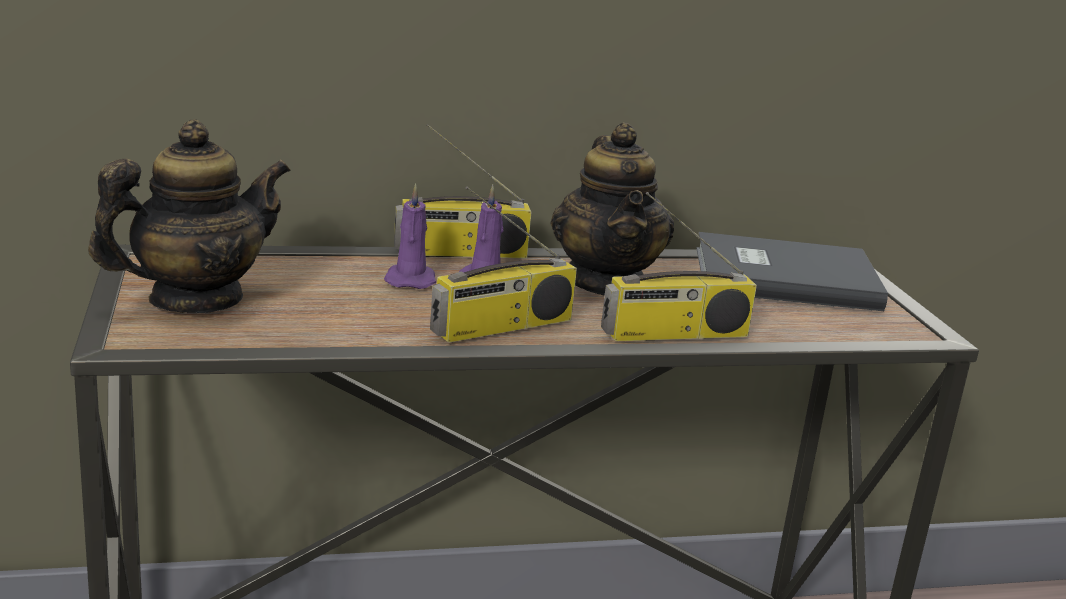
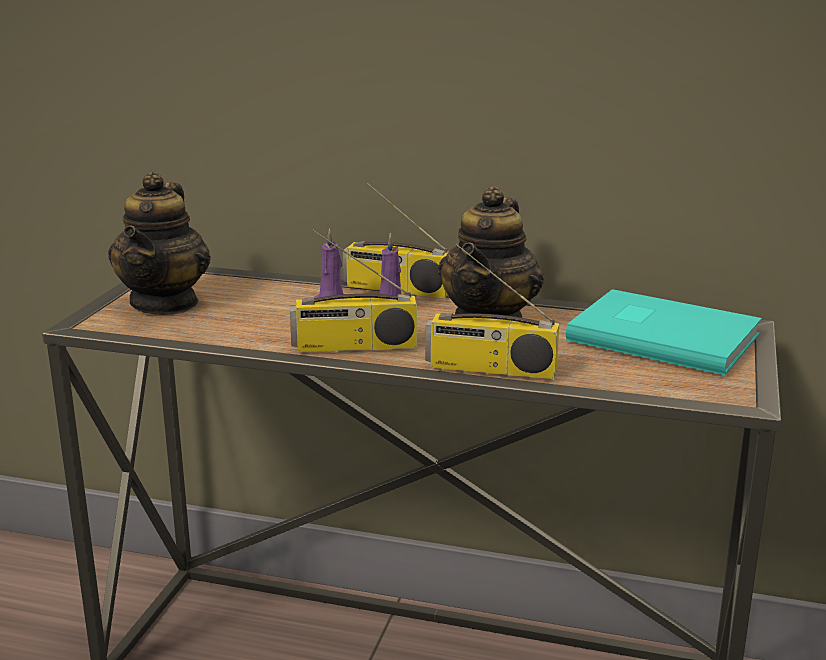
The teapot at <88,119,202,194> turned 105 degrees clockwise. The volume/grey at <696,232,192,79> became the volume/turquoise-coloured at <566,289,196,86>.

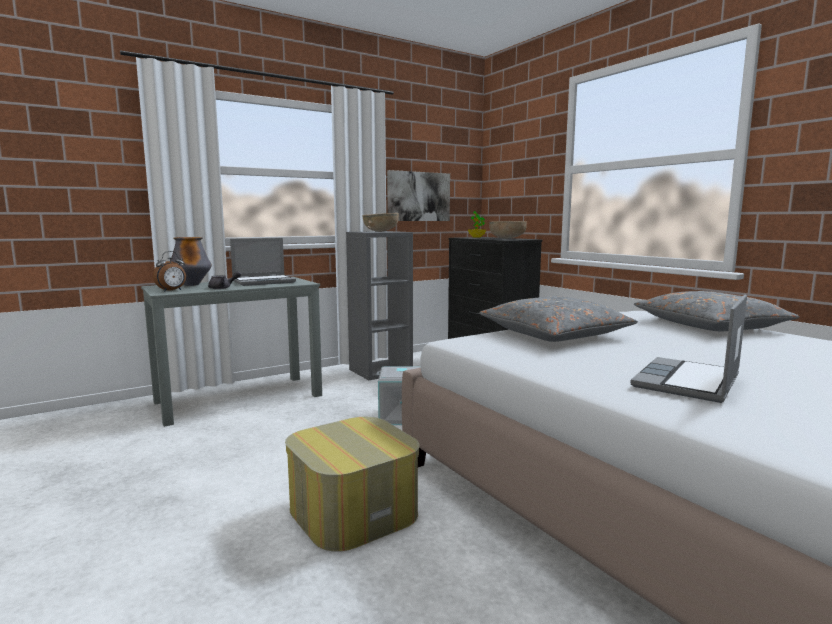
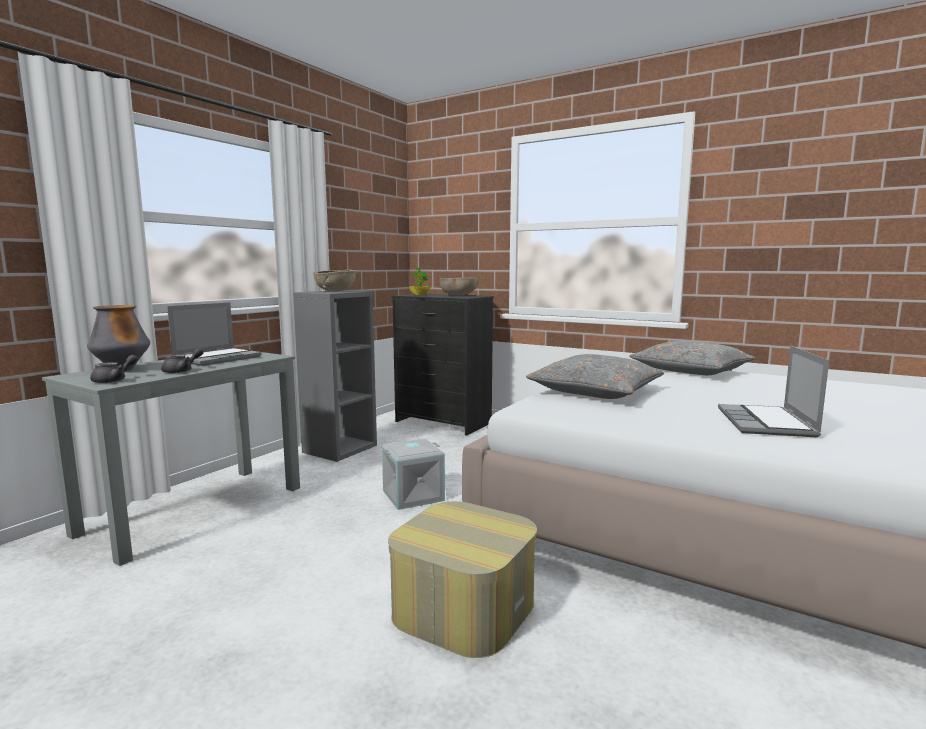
The table clock at <153,251,33,41> was replaced by the teapot/grey at <90,355,48,28>. The wall art at <387,170,63,51> disappeared.

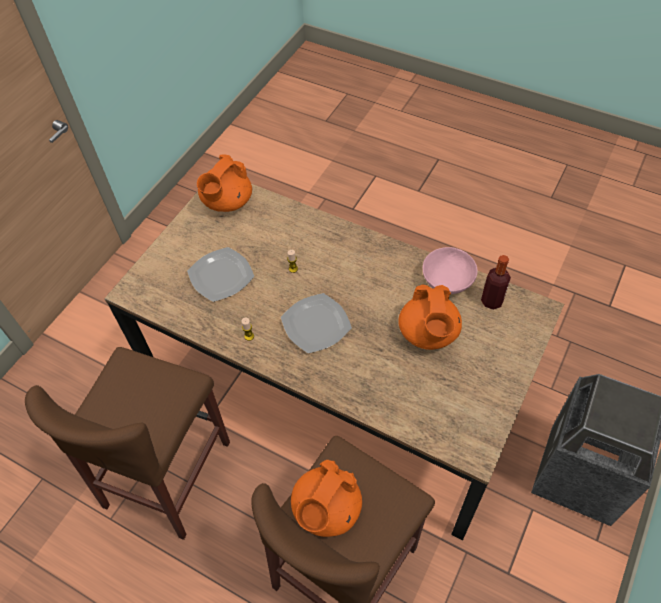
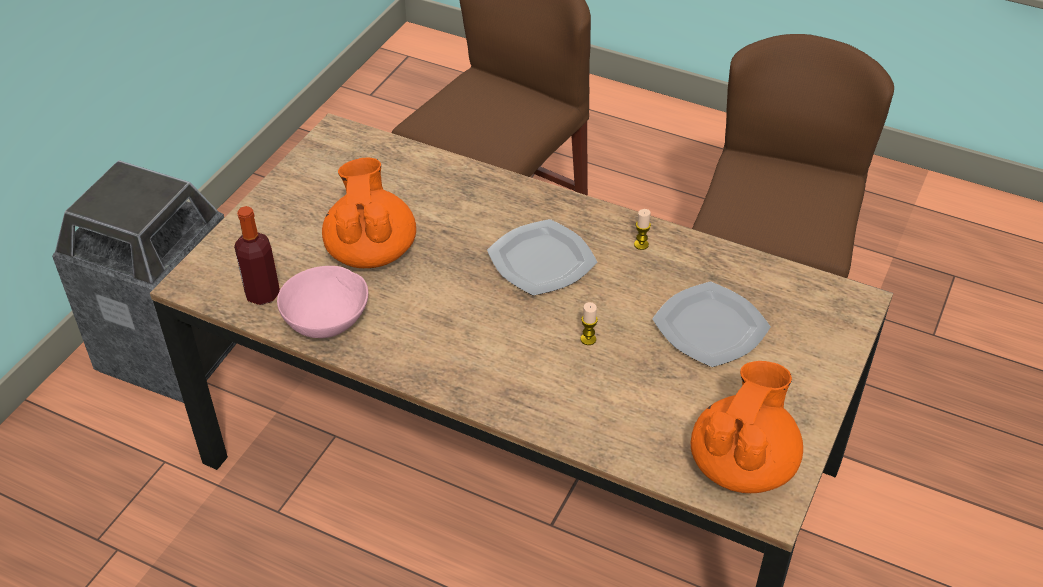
The teapot/orangey at <291,460,71,77> disappeared.

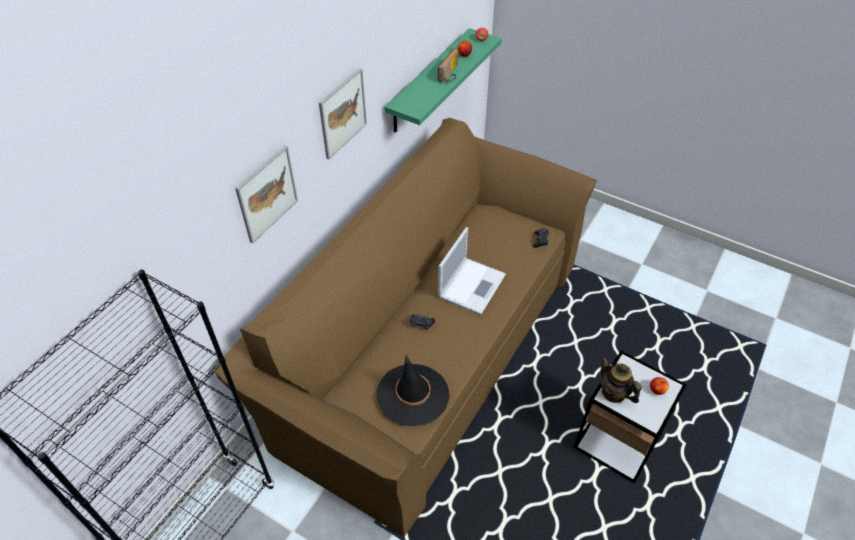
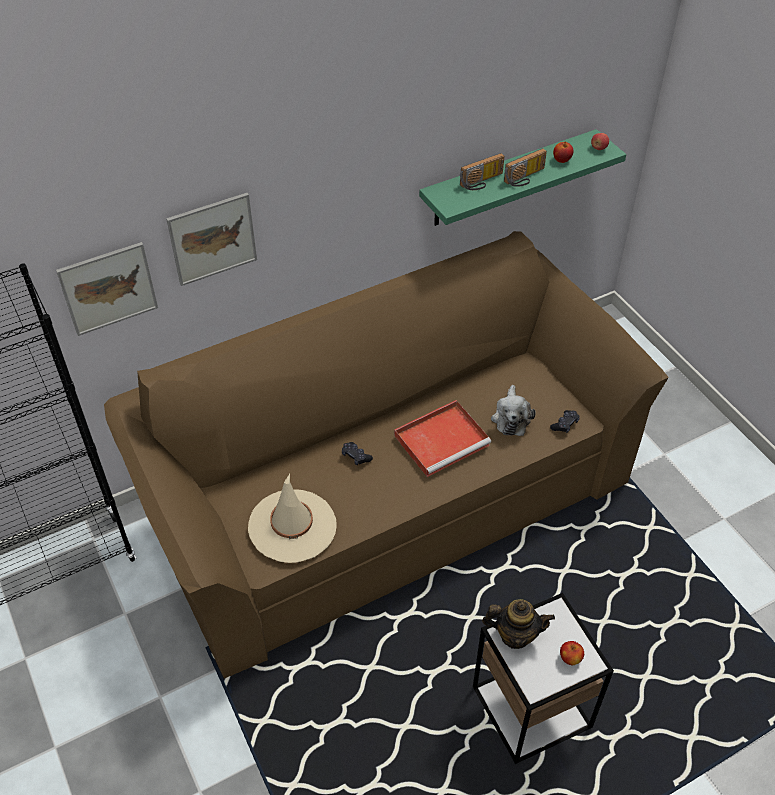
The wall art moved from <319,68,48,91> to <56,242,102,94>. The clothing hat/black-coloured at <376,354,73,72> became the clothing hat/beige-coloured at <248,474,89,89>. The notebook computer at <438,227,68,88> was replaced by the serving tray/red-coloured at <394,400,97,77>. The teapot at <601,356,41,47> turned 105 degrees clockwise. The radio receiver at <460,153,45,37> appeared. The plush toy at <491,385,45,51> appeared.

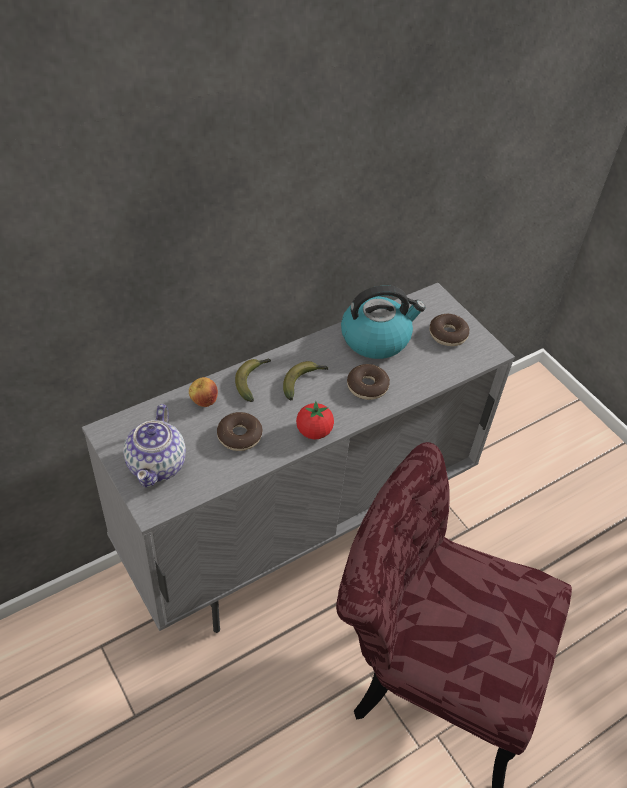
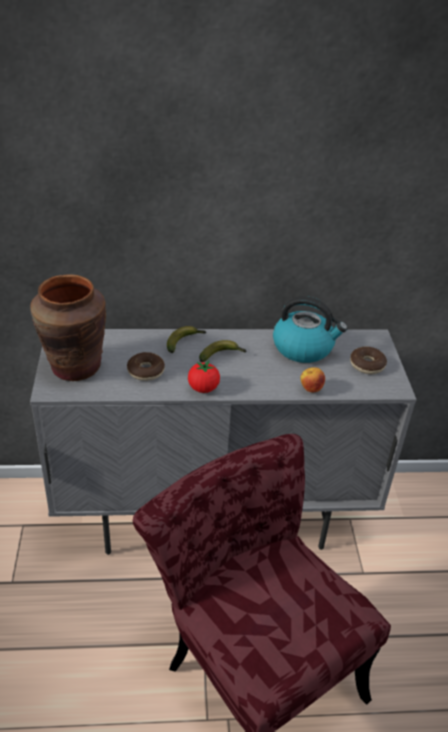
The teapot at <123,404,63,83> was replaced by the flower vase/brownish at <30,274,76,107>. The apple moved from <189,377,29,30> to <300,367,25,26>. The donut at <347,364,43,36> disappeared.

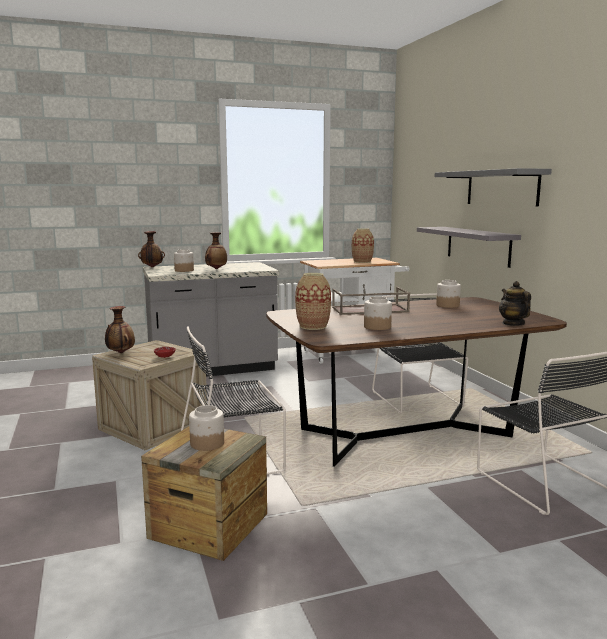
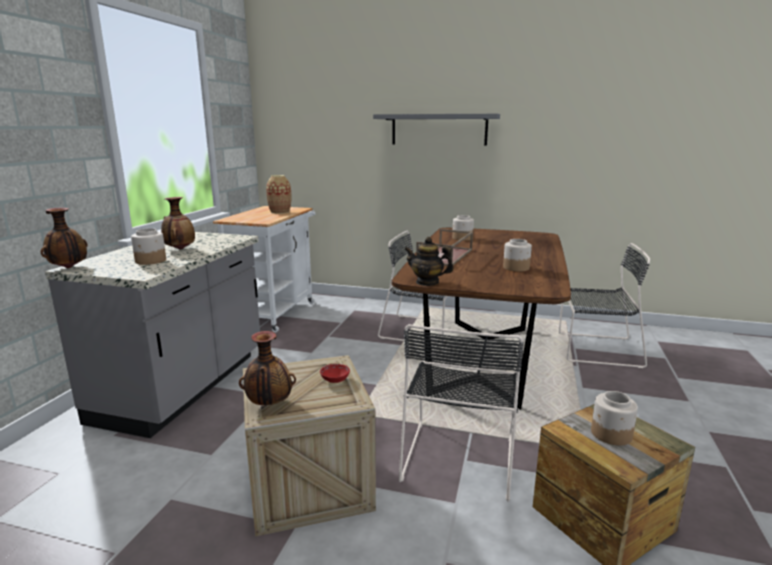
The flower vase at <295,273,36,57> disappeared. The bracket shelf/grey at <417,227,104,41> disappeared. The teapot moved from <499,281,32,45> to <404,237,50,49>.

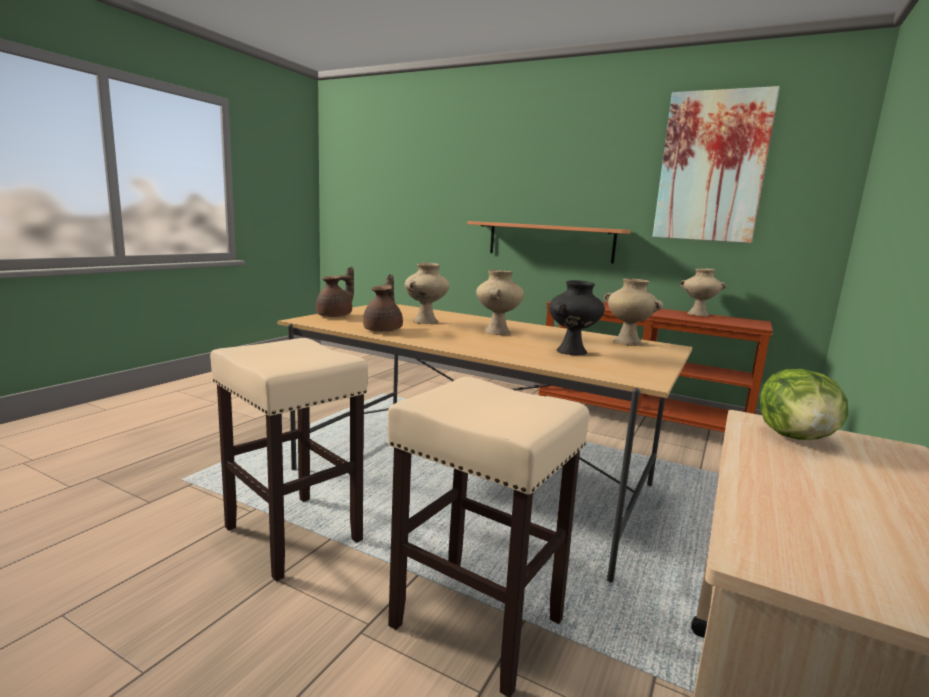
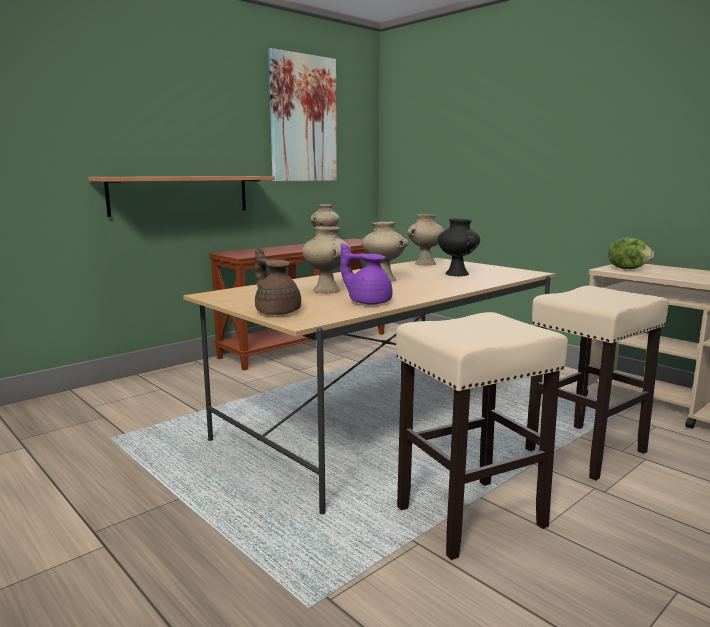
The teapot/brownish at <363,274,40,58> became the teapot/purple-coloured at <341,243,51,61>.

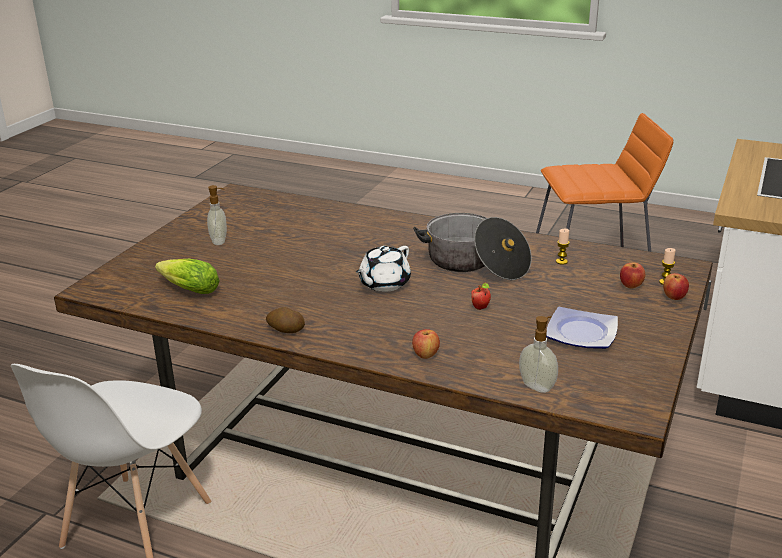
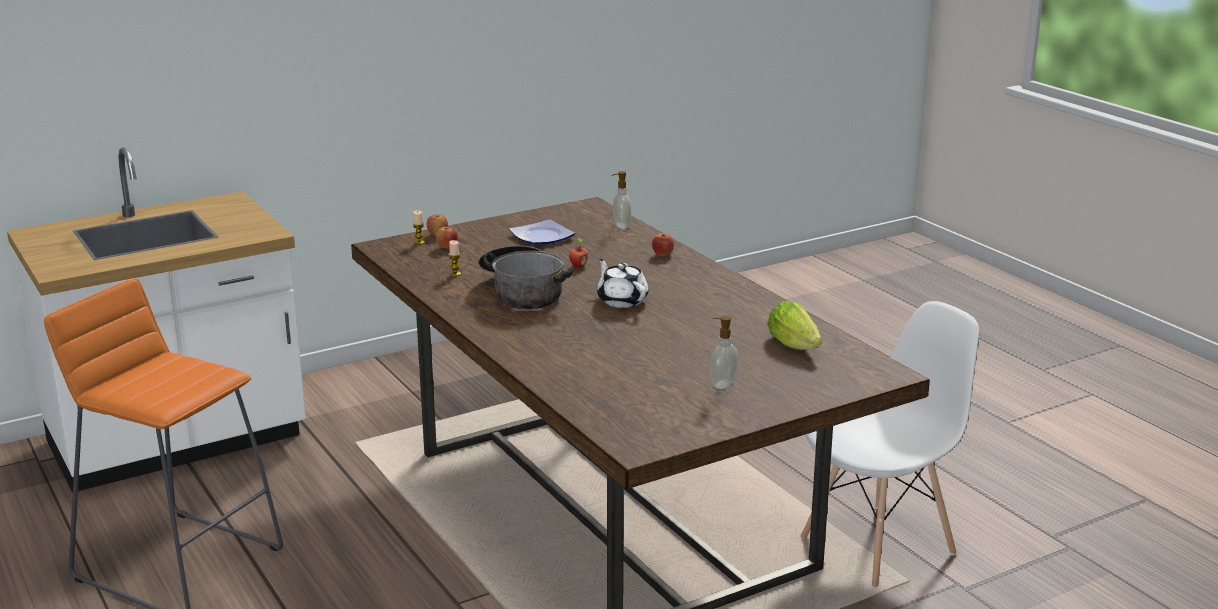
The spud at <266,307,39,26> disappeared. The teapot/white-coloured at <356,246,55,46> turned 105 degrees counterclockwise.

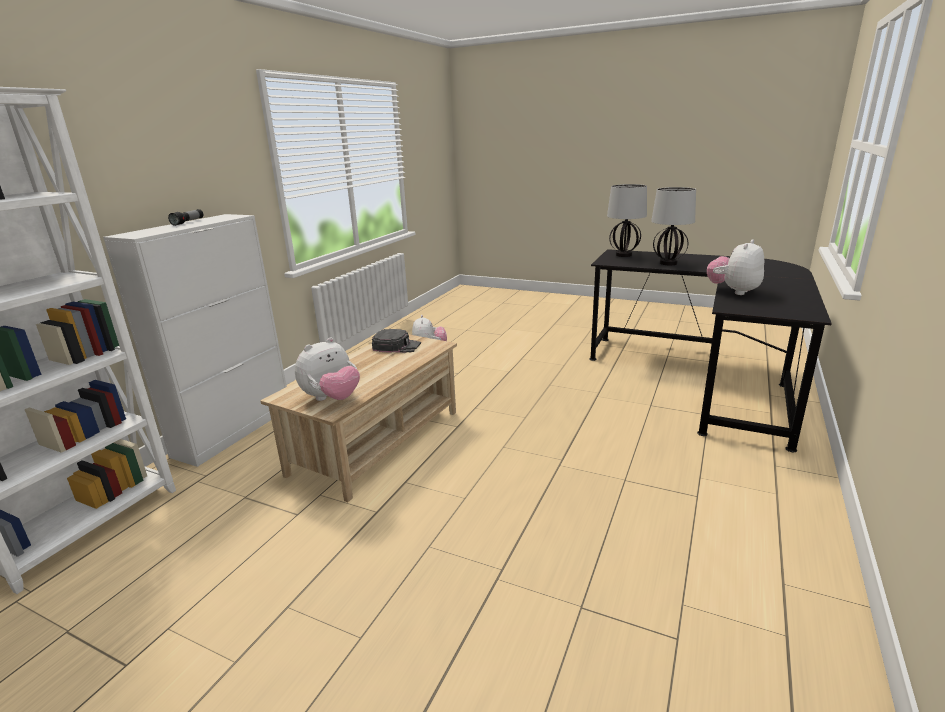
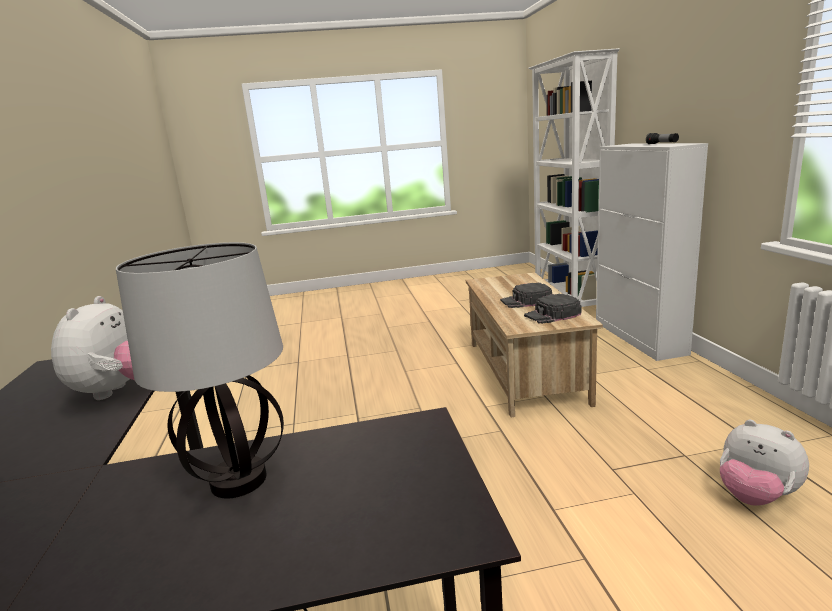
The plush toy at <295,337,65,64> disappeared. The table lamp at <607,184,40,73> disappeared. The baseball cap/black-coloured at <500,283,52,25> appeared.

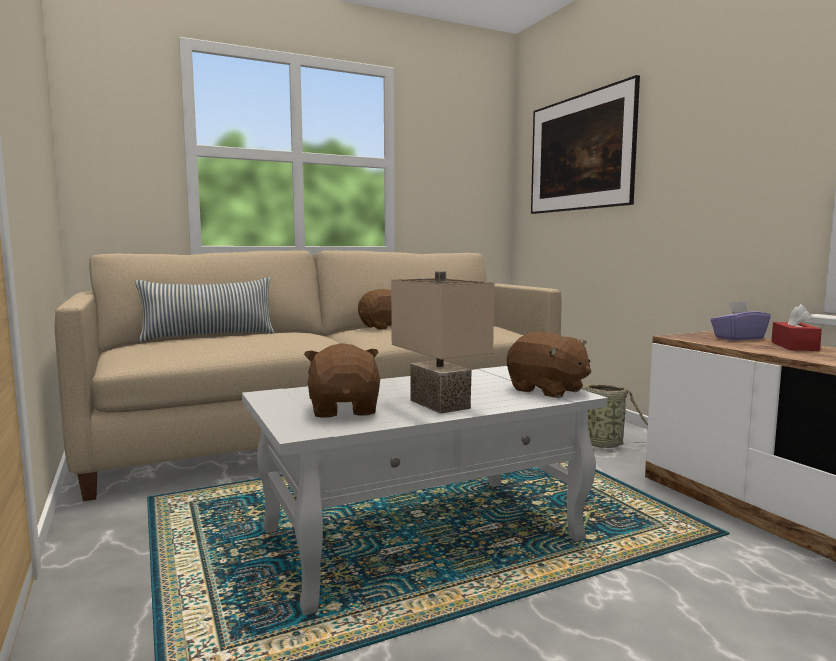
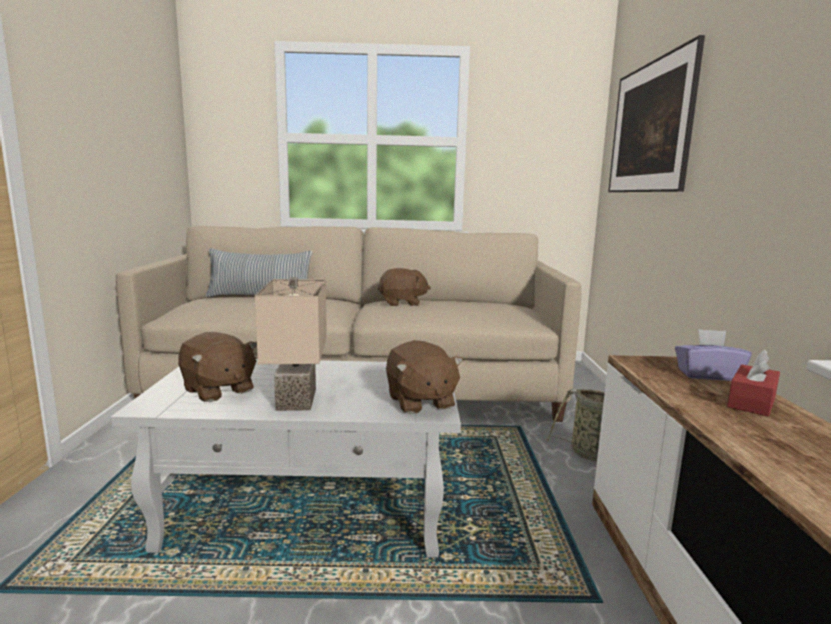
The plush toy/brownish at <304,343,76,75> turned 120 degrees clockwise.

